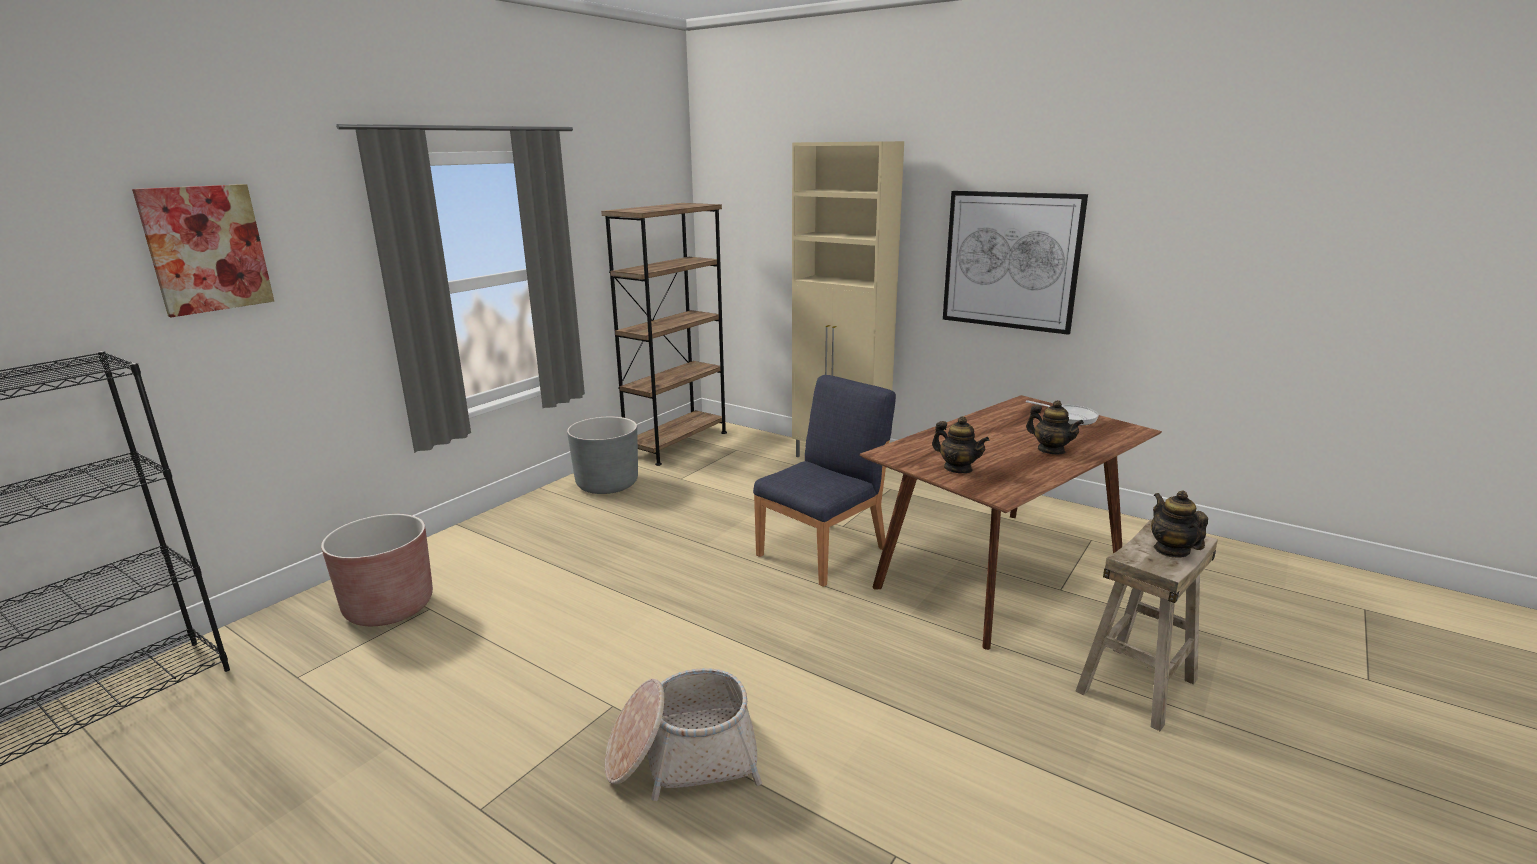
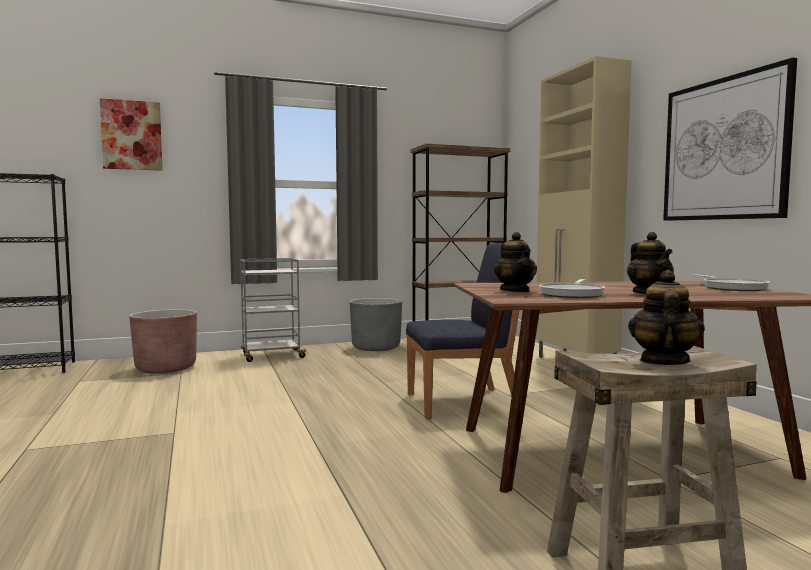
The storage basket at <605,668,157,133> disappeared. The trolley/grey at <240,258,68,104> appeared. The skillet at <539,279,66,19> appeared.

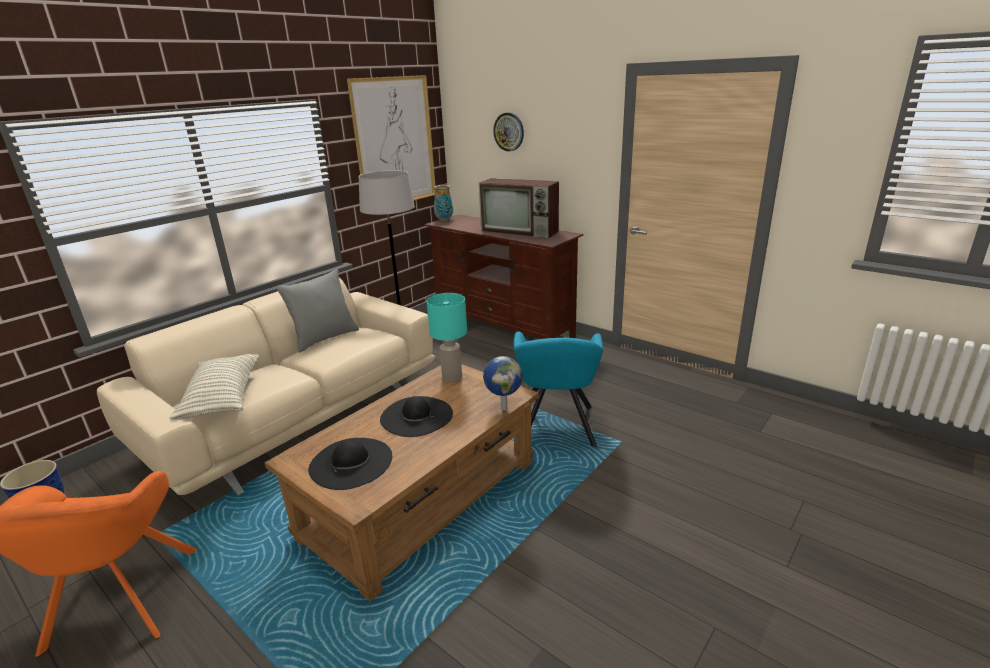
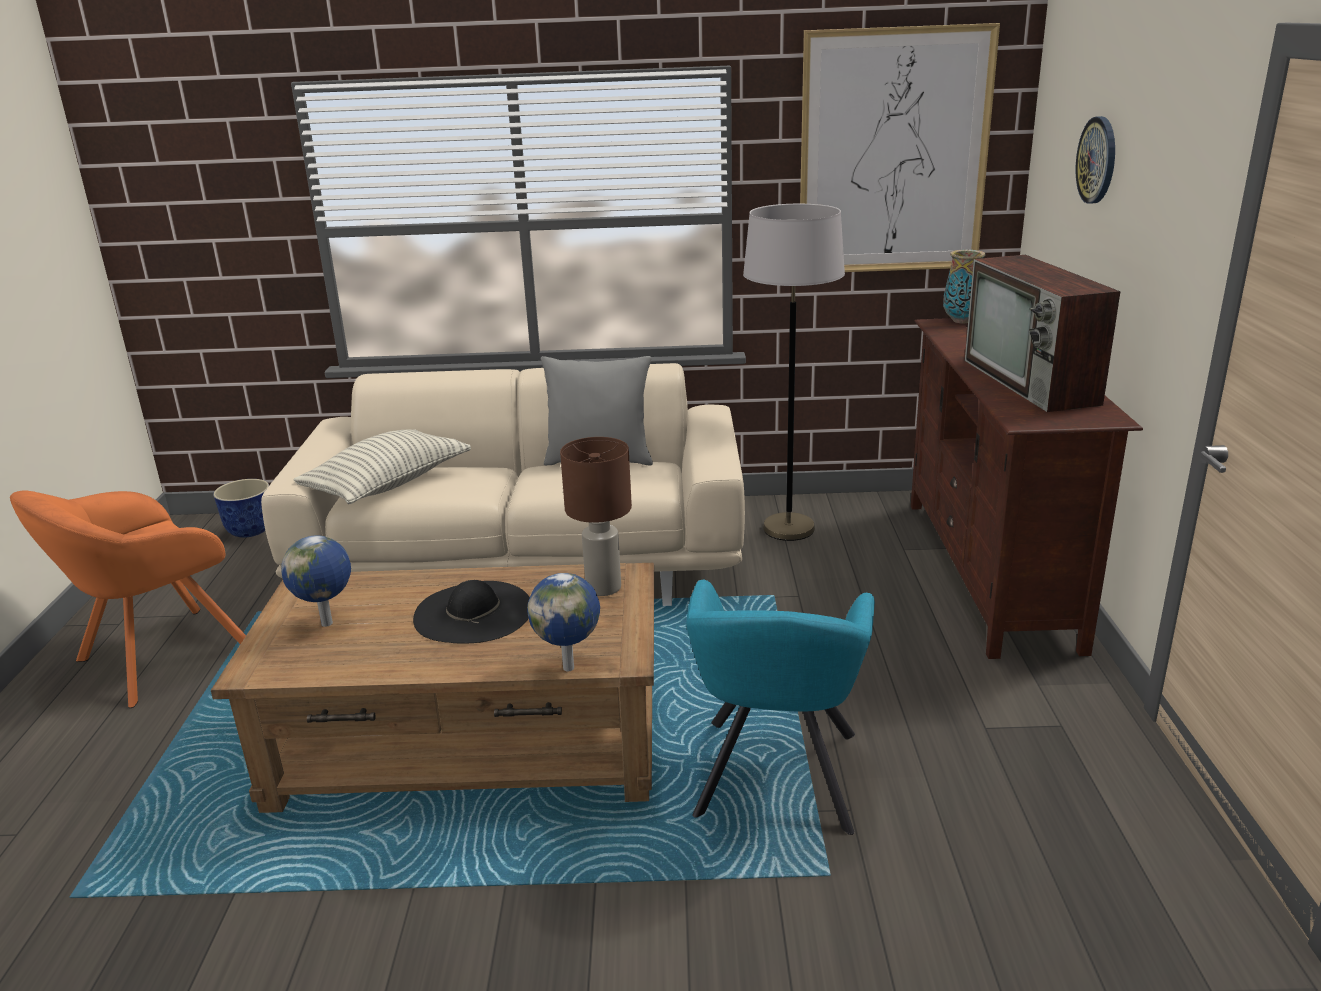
The clothing hat/black-coloured at <308,438,84,52> was replaced by the globe at <281,535,70,92>. The table lamp/turquoise-coloured at <427,293,40,89> became the table lamp/brownish at <560,437,72,159>. The armchair/turquoise-coloured at <514,332,89,115> turned 45 degrees counterclockwise.

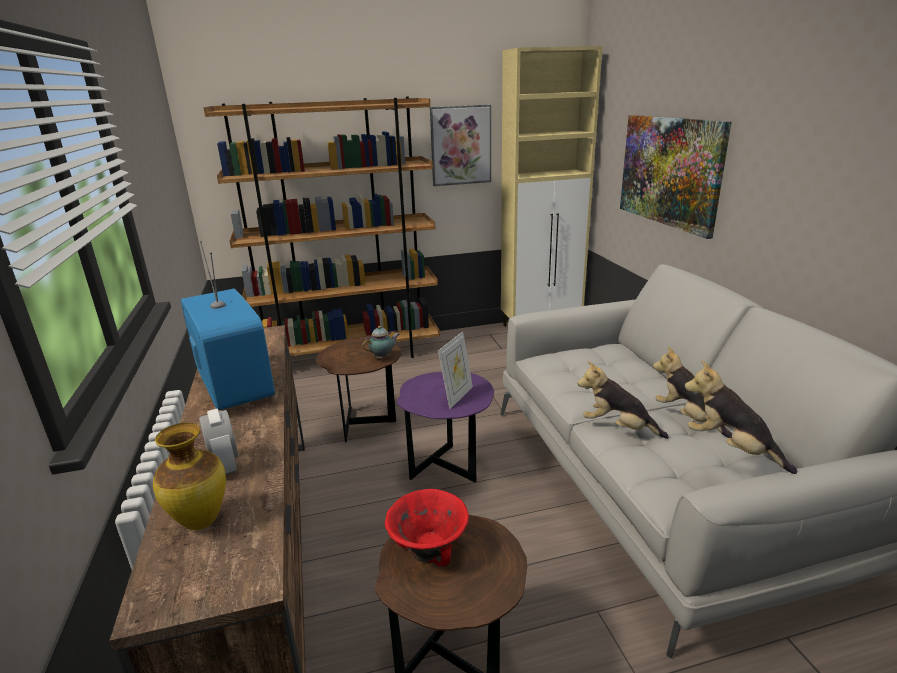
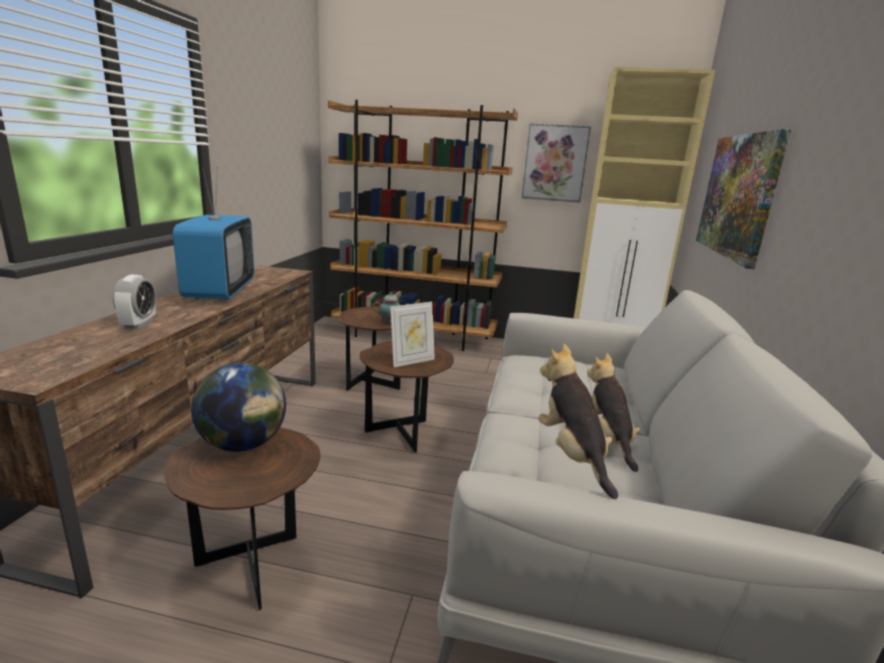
The flower vase at <153,423,73,107> disappeared. The deep dish/red-coloured at <385,489,84,78> was replaced by the globe at <191,363,95,89>. The side table/purple-coloured at <397,372,97,111> became the side table/brownish at <359,341,95,112>. The plush toy at <577,361,92,78> disappeared.

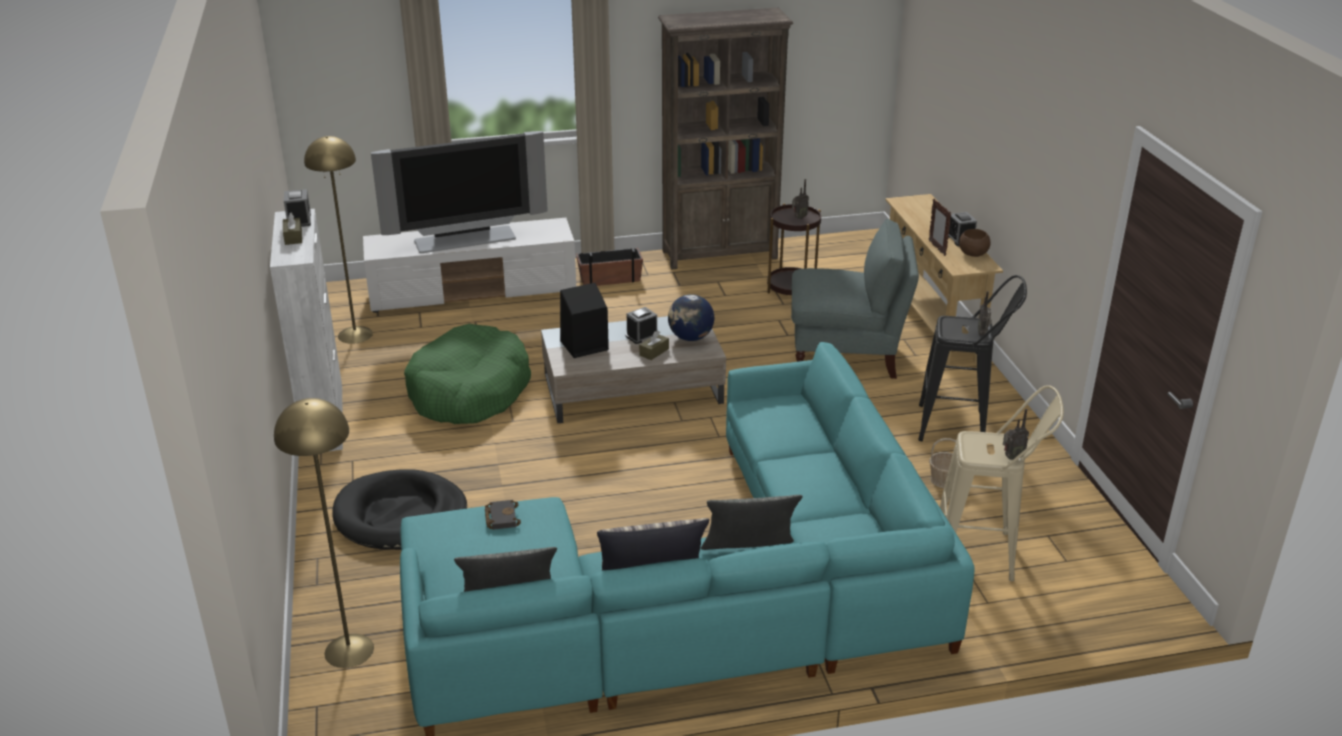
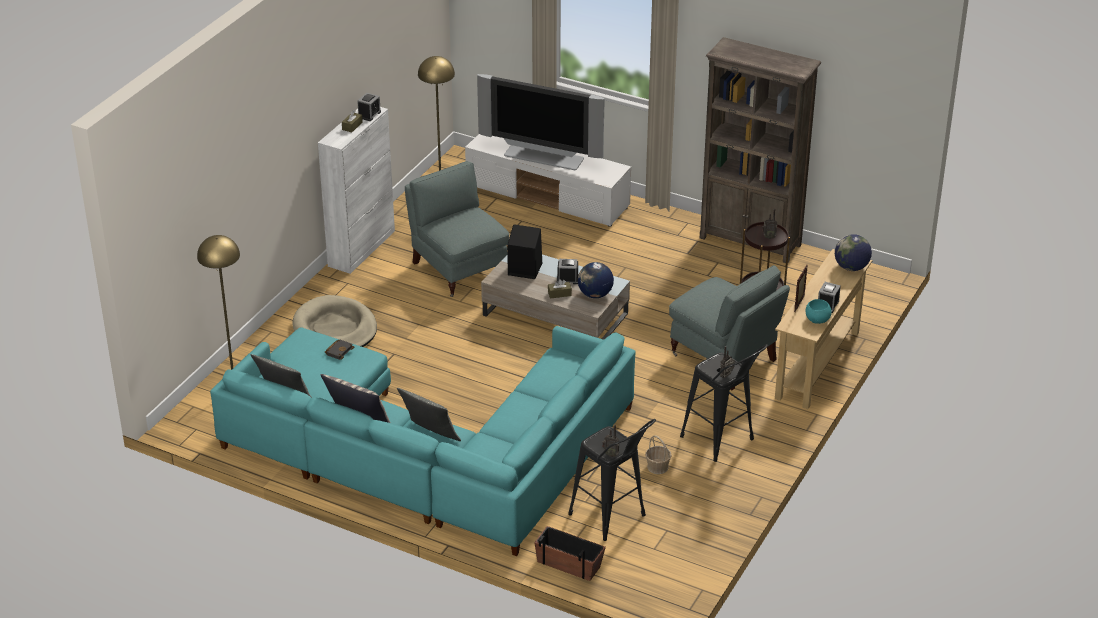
The dog cushion/black-coloured at <332,469,135,81> became the dog cushion/beige-coloured at <292,295,85,52>. The dog cushion/green-coloured at <404,324,127,100> was replaced by the armchair/grey at <405,161,104,136>. The flower pot moved from <576,248,67,38> to <534,526,72,55>. The stool seat/beige-coloured at <940,385,124,196> became the stool seat/black-coloured at <568,419,88,122>. The deep dish/brownish at <959,229,32,28> became the deep dish/turquoise-coloured at <806,299,26,25>. The globe at <835,234,37,37> appeared.

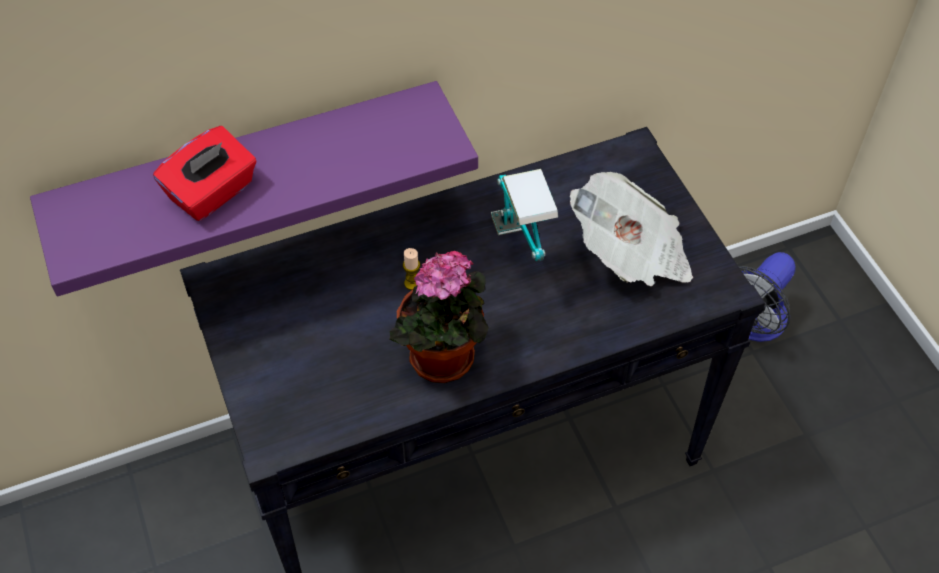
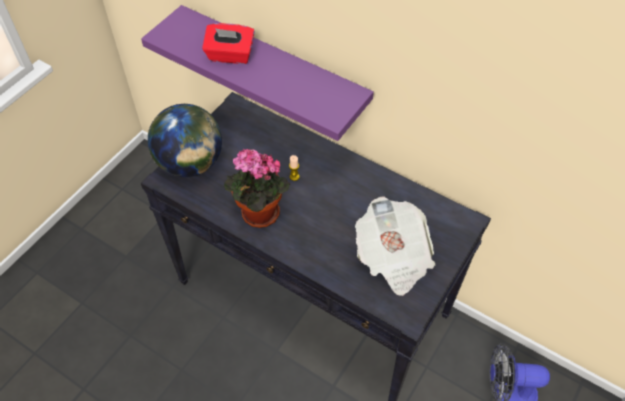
The table lamp at <491,169,67,92> disappeared. The globe at <148,104,74,73> appeared.

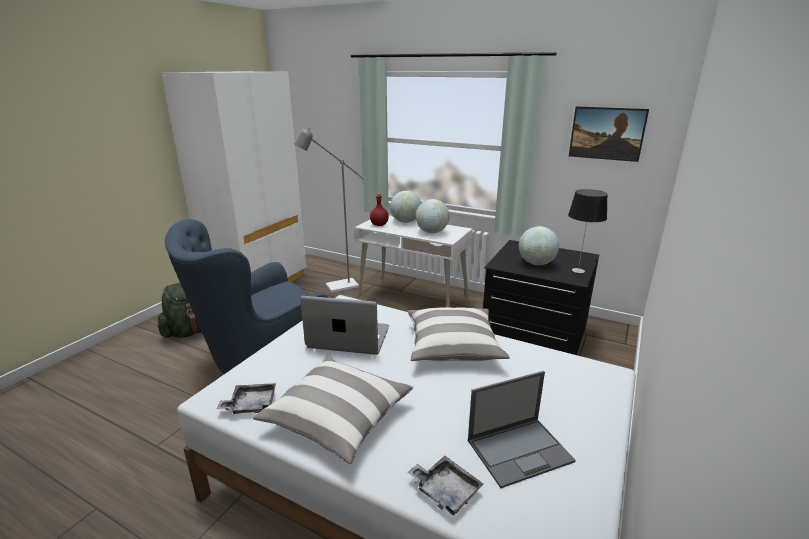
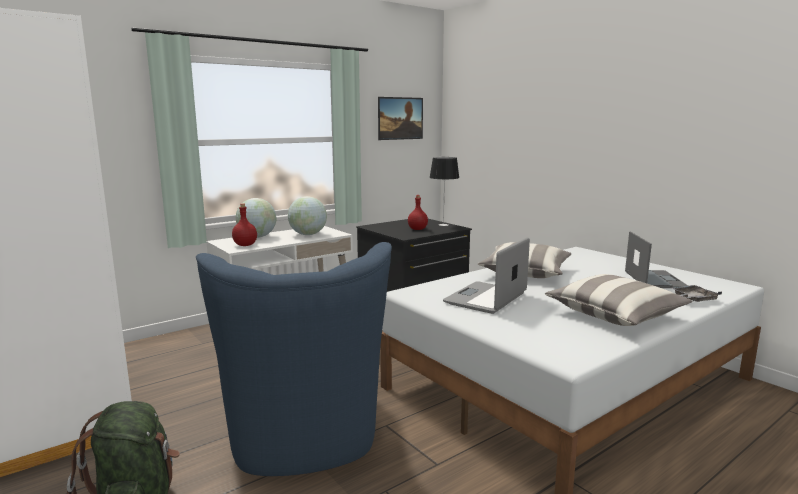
The serving tray/grey at <217,383,59,31> disappeared. The floor lamp/grey at <294,128,71,165> disappeared. The globe at <519,226,40,39> was replaced by the beverage bottle/red-coloured at <408,195,20,35>.

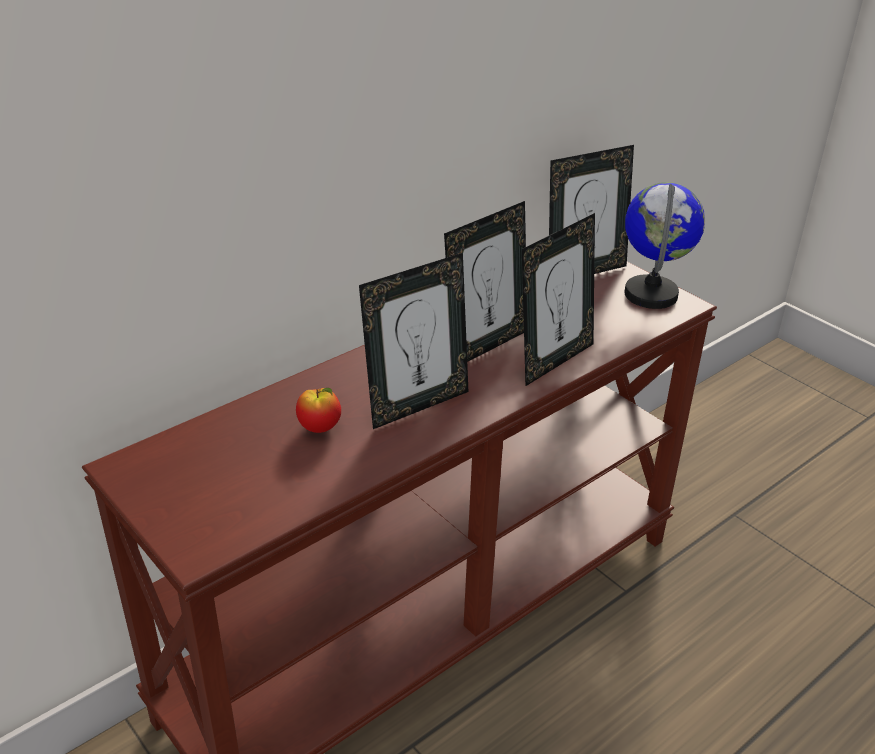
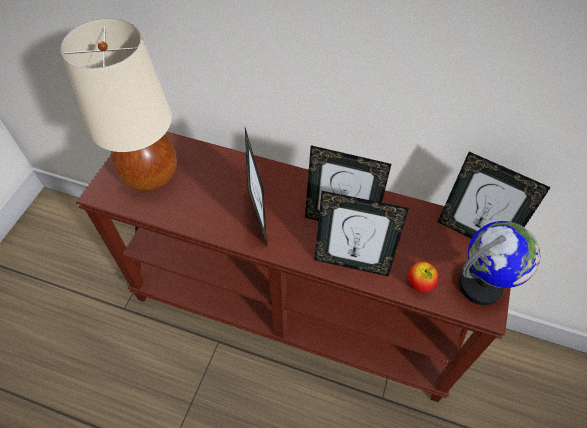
The apple moved from <296,388,45,45> to <408,261,30,31>. The standing frame at <359,253,109,176> turned 120 degrees counterclockwise. The table lamp/beige-coloured at <60,18,117,174> appeared.

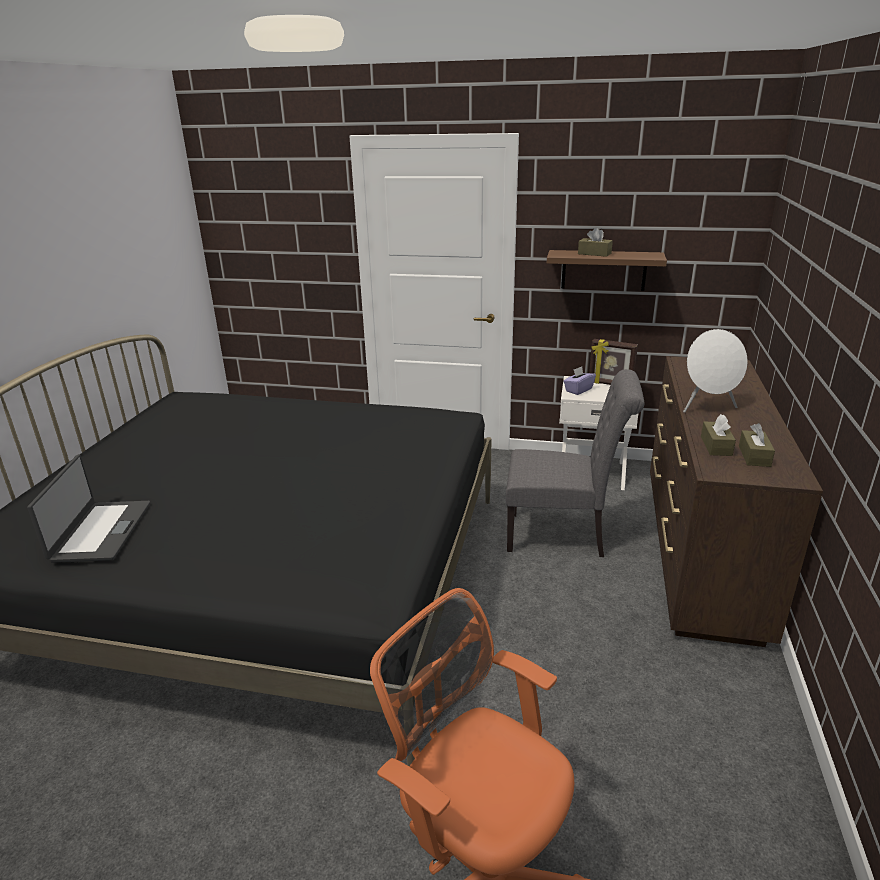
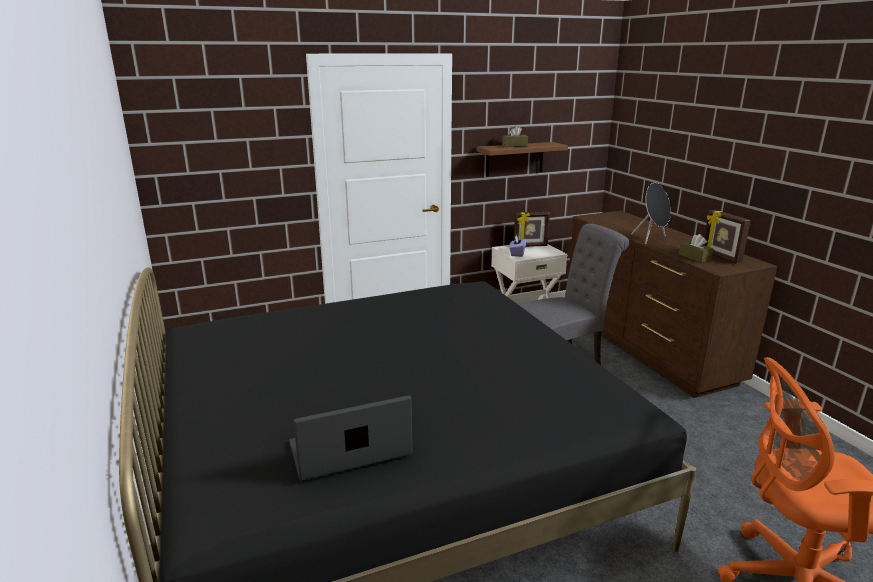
The notebook computer at <27,454,123,109> turned 75 degrees counterclockwise. The speaker/white-coloured at <683,329,64,84> became the speaker/black-coloured at <631,183,40,61>. The tissue holder/brownish at <739,423,36,44> was replaced by the standing frame at <703,210,48,54>.

